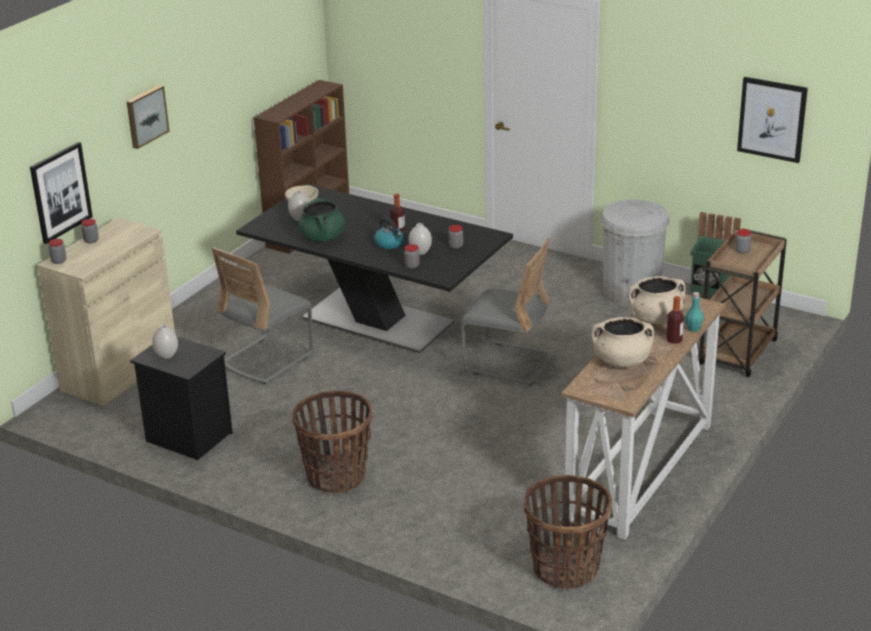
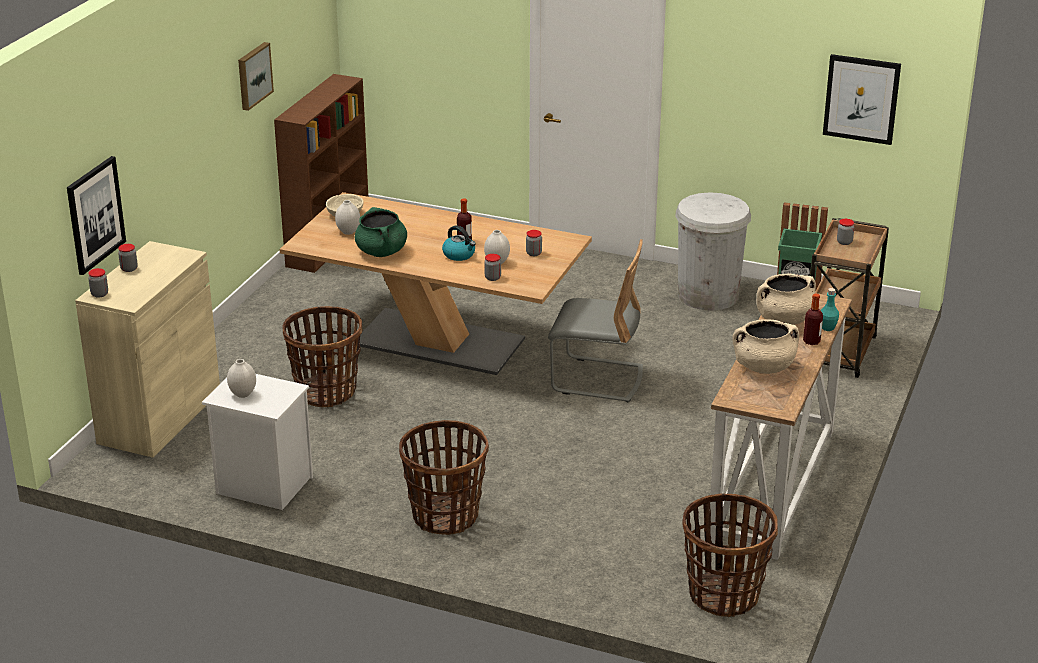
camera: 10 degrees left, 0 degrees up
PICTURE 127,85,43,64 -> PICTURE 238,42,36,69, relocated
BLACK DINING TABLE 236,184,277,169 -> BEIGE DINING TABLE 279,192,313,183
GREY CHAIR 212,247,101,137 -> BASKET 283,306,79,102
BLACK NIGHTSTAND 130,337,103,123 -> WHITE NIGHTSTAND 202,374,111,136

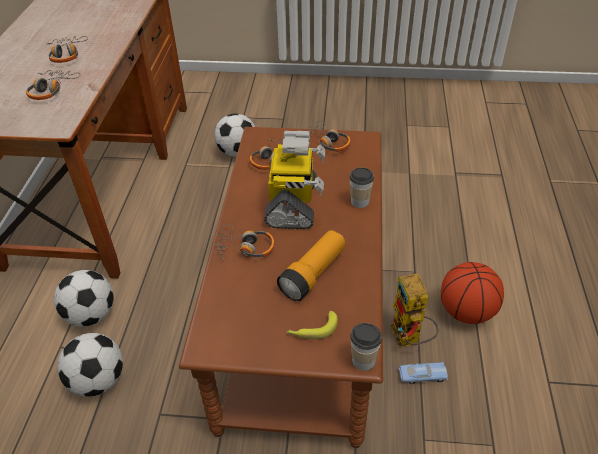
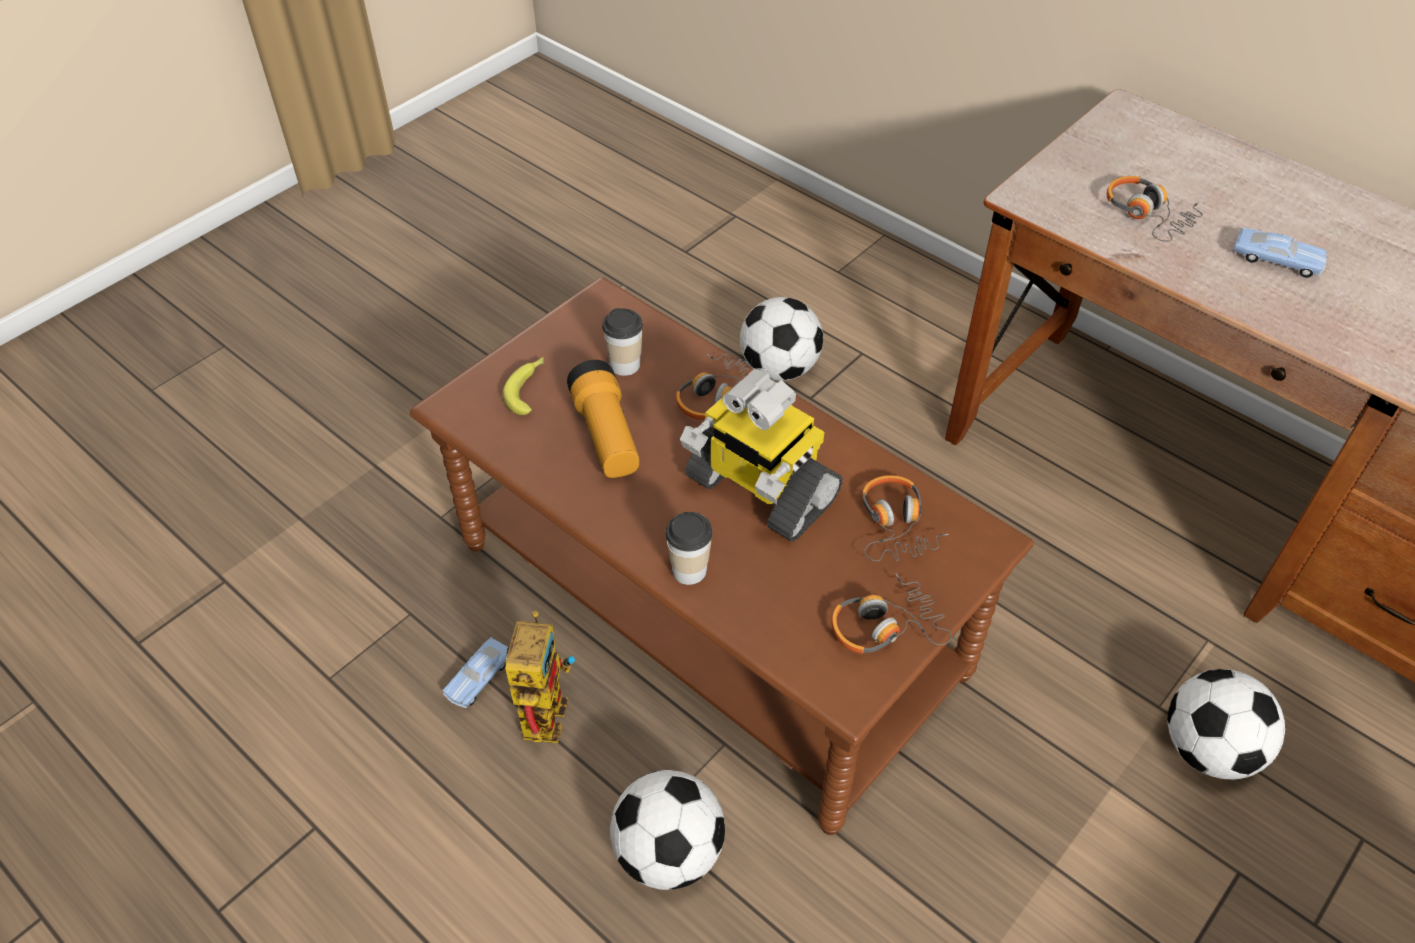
camera: 125 degrees right, 5 degrees up
HEADPHONES 47,36,41,27 -> BLUE TOY CAR 1234,228,93,50
BASKETBALL 441,262,63,62 -> none
FOOTBALL 54,270,60,57 -> FOOTBALL 610,770,115,120, relocated
TOY ROBOT 390,273,49,75 -> TOY ROBOT 506,610,69,133, 75 degrees clockwise
CUP 350,323,32,48 -> CUP 602,308,41,68, relocated

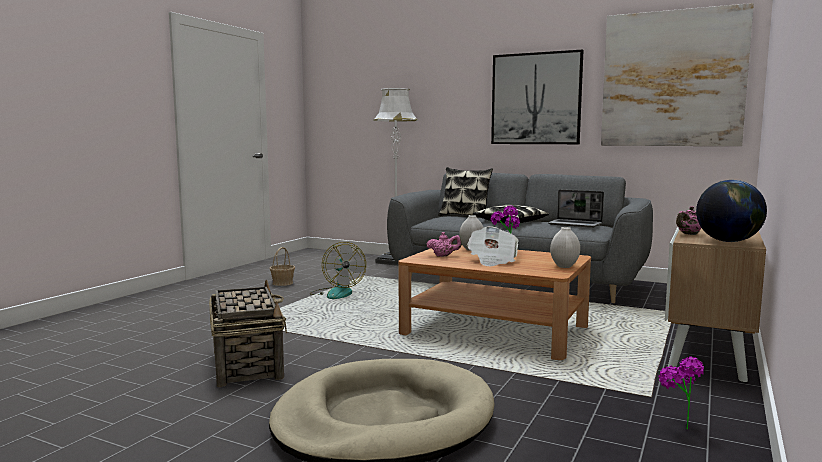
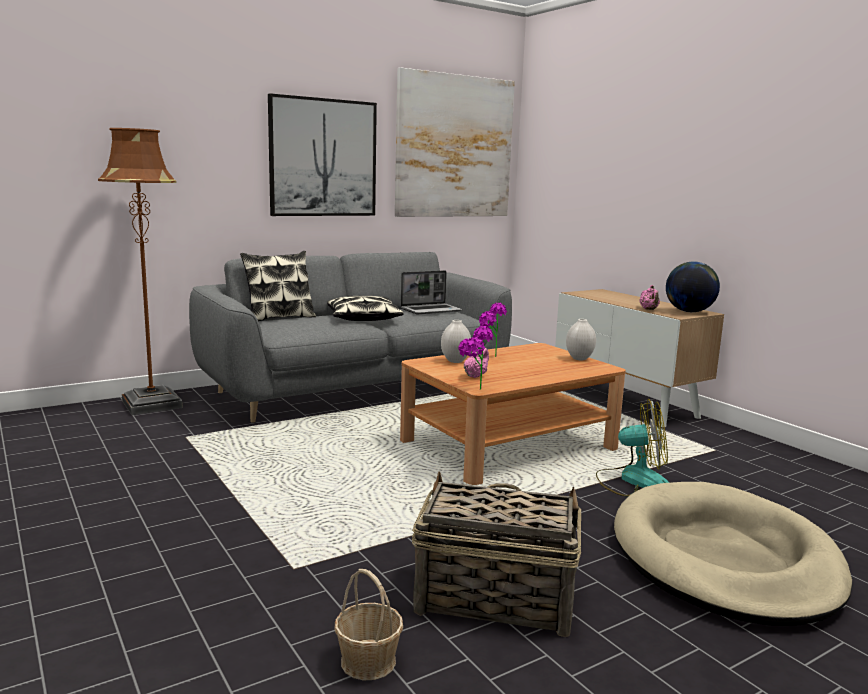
camera: 60 degrees left, 5 degrees up
WHITE FLOOR LAMP 373,88,45,178 -> BROWN FLOOR LAMP 98,128,85,287
NEWSPAPER 467,226,52,40 -> none
FAN 310,242,56,57 -> FAN 596,399,73,97, relocated
BASKET 270,247,25,39 -> BASKET 334,569,69,112, relocated
POTTED PLANT 658,357,46,73 -> POTTED PLANT 458,326,35,64, relocated

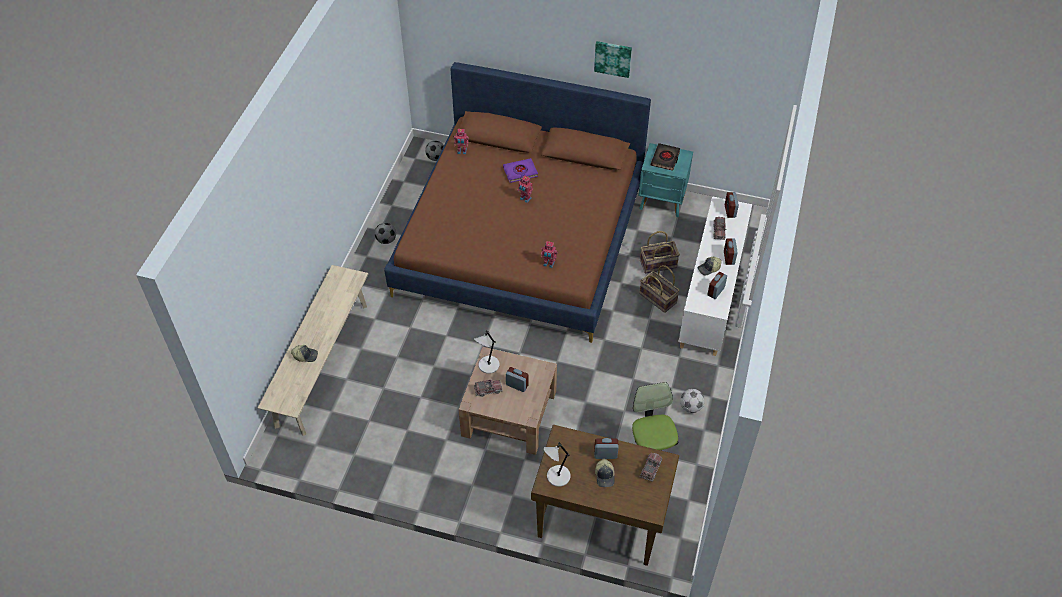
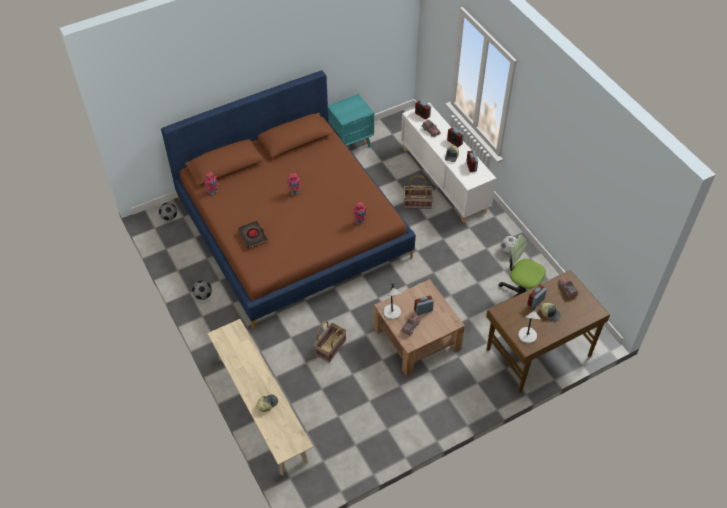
camera: 45 degrees left, 0 degrees up
PICTURE 594,41,38,37 -> none
BLACK BOOK 651,143,29,28 -> BLACK BOOK 238,221,30,28, relocated
PURPLE BOOK 503,158,35,25 -> none
BASKET 640,231,40,43 -> BASKET 314,321,32,42, relocated

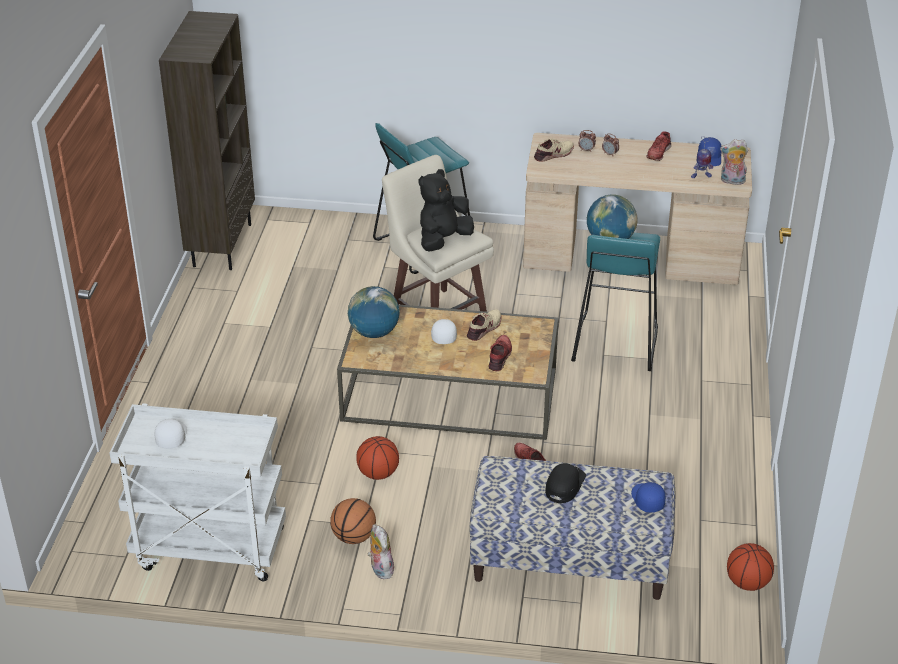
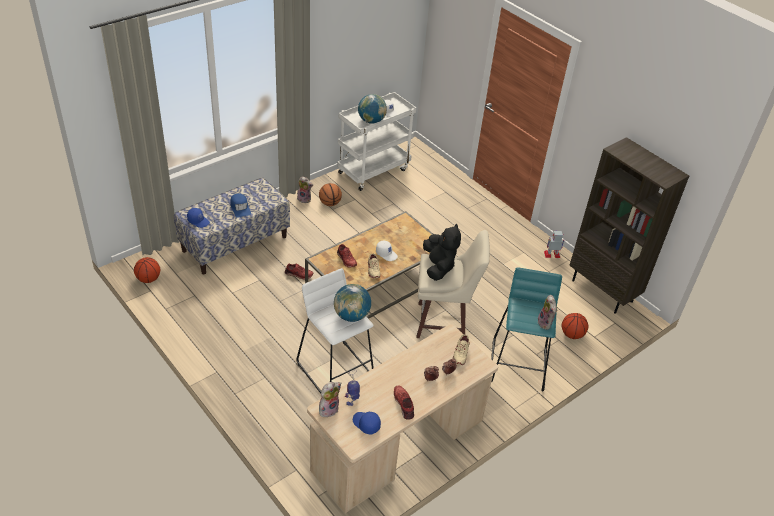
camera: 130 degrees right, 5 degrees up
TURQUOISE STOOL 571,233,89,138 -> WHITE STOOL 296,268,78,125
GLOBE 348,286,52,52 -> GLOBE 358,94,29,30, relocated
BASKETBALL 356,436,43,44 -> BASKETBALL 562,313,26,26, relocated
BLACK CAP 545,463,41,40 -> BLUE CAP 230,193,21,25
none -> TOY ROBOT 544,231,21,27
none -> PLUSH TOY 538,295,19,34

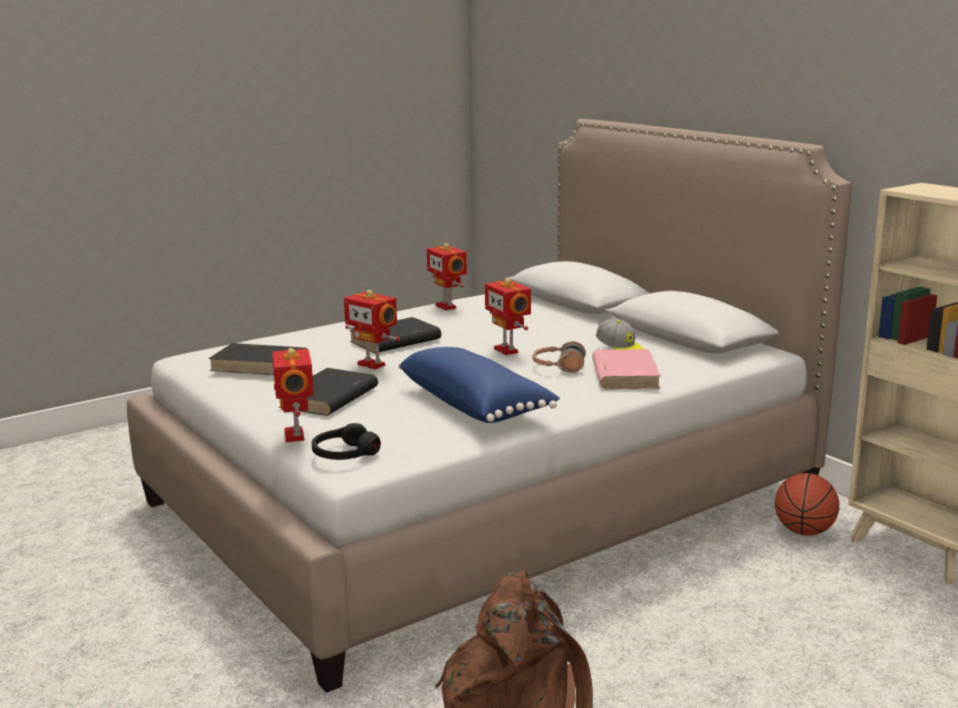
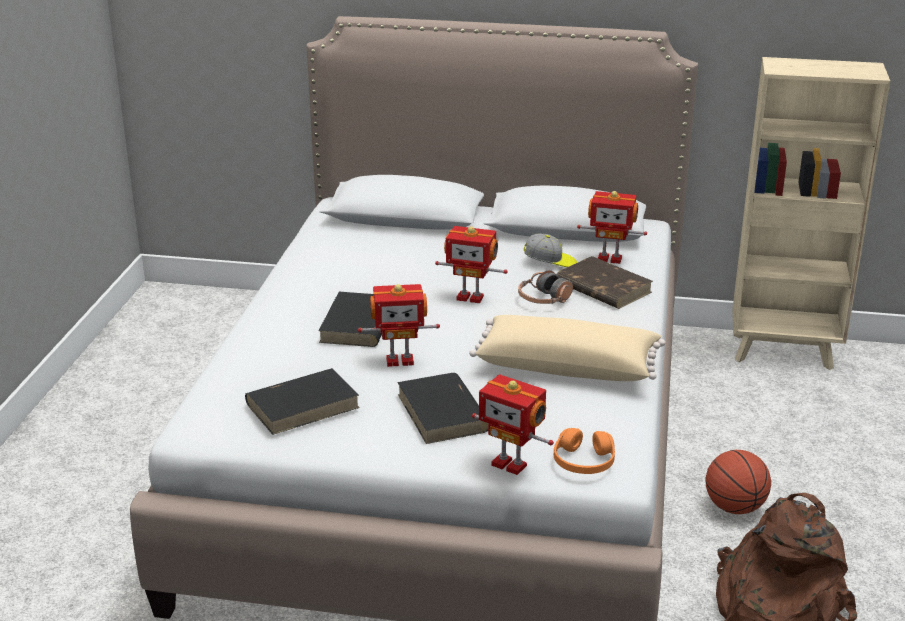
camera: 45 degrees left, 10 degrees up
TOY ROBOT 427,243,40,67 -> TOY ROBOT 577,191,70,73, relocated
BLUE PILLOW 398,347,162,76 -> BEIGE PILLOW 469,315,197,66
PINK BOOK 592,349,69,40 -> BROWN BOOK 557,256,96,53
BLACK HEADPHONES 312,423,69,37 -> ORANGE HEADPHONES 554,428,61,46
BASKETBALL 775,473,64,63 -> BASKETBALL 706,450,65,64, relocated

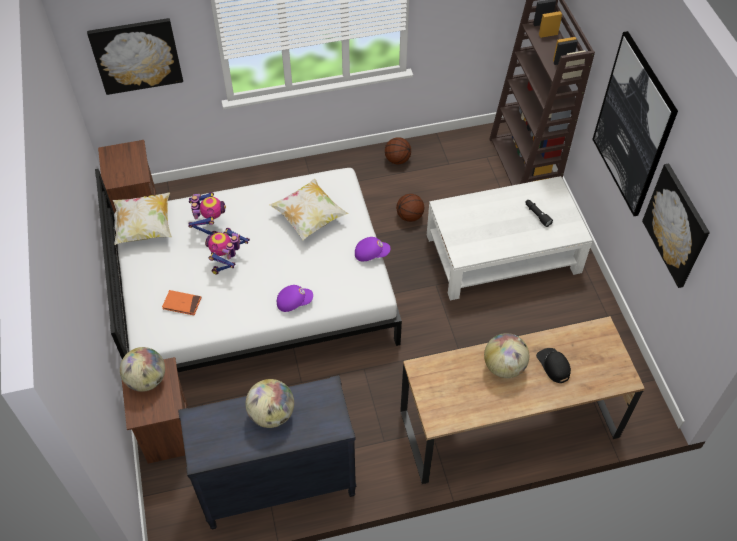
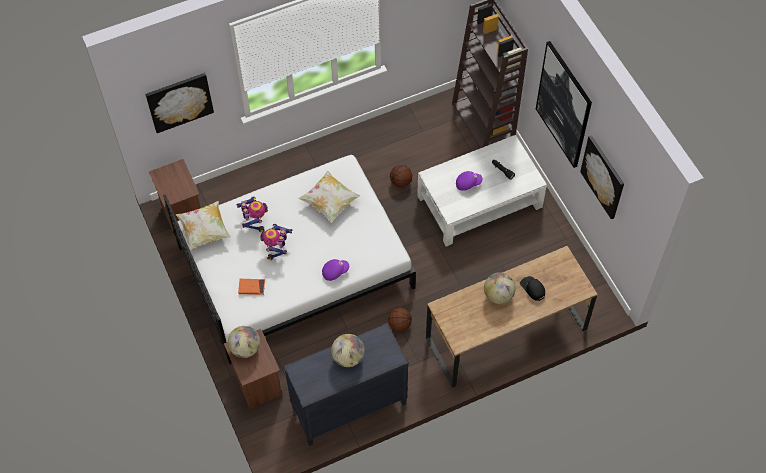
camera: 10 degrees left, 5 degrees up
BASKETBALL 385,137,26,27 -> BASKETBALL 388,307,24,25, relocated
PURPLE CAP 355,237,35,24 -> PURPLE CAP 456,171,27,20, relocated

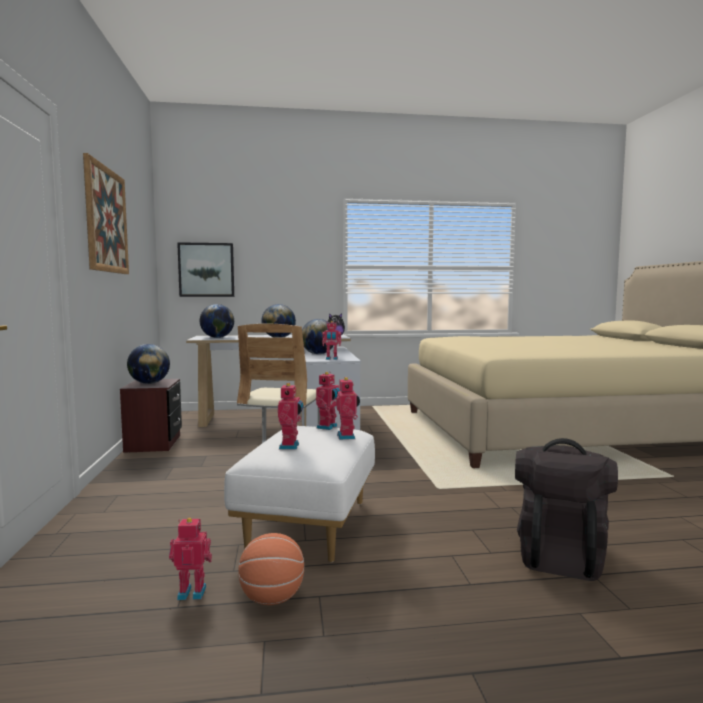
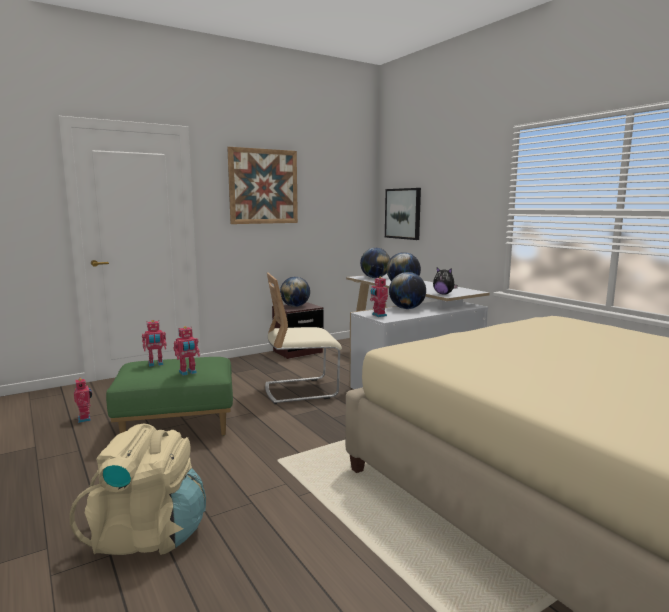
camera: 65 degrees right, 5 degrees up
TOY ROBOT 316,372,24,58 -> none
WHITE OTTOMAN 224,426,151,136 -> GREEN OTTOMAN 106,357,127,79
BLACK BACKPACK 515,438,103,143 -> BEIGE BACKPACK 69,424,137,131
BASKETBALL 238,533,66,72 -> none

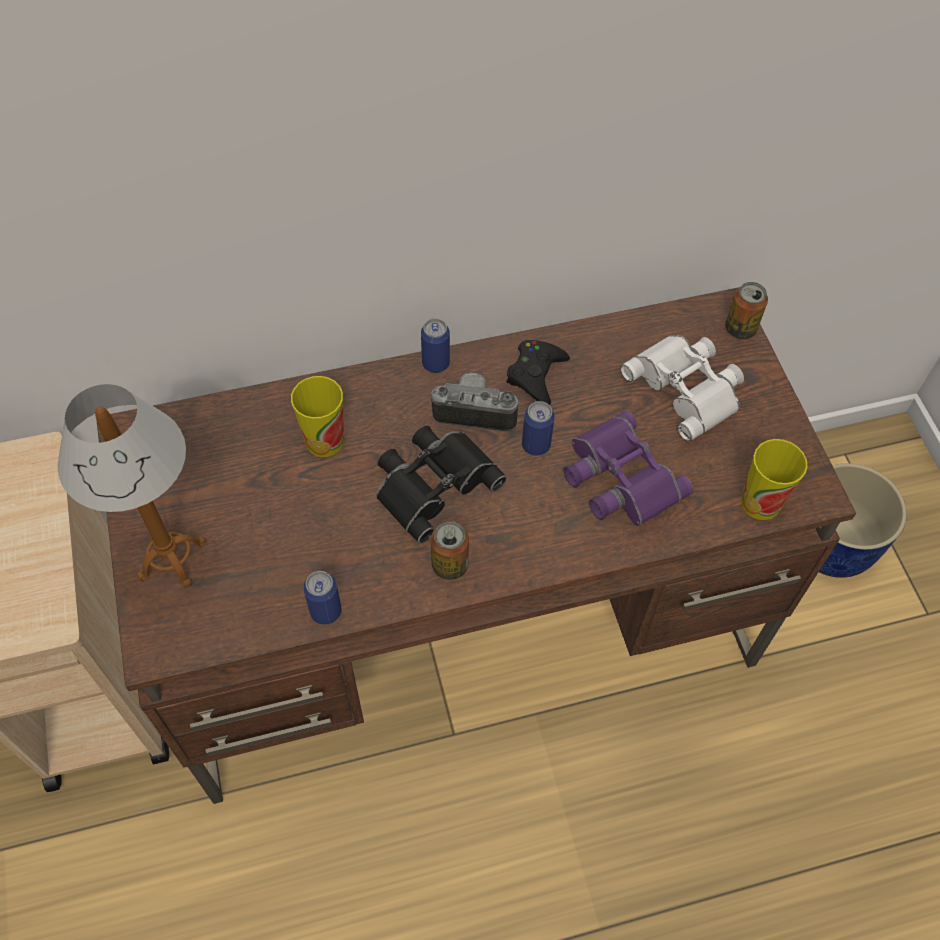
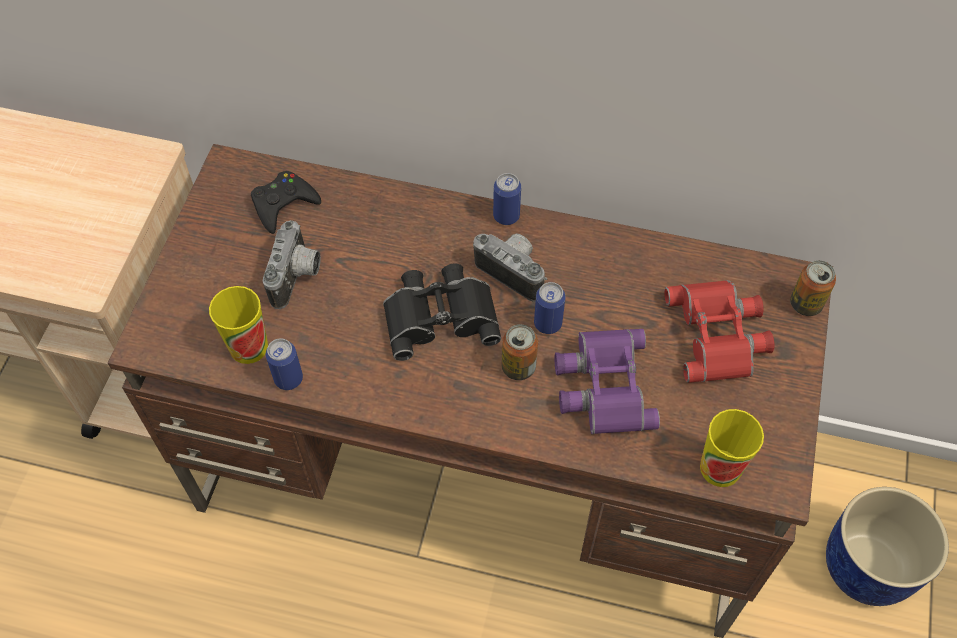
camera: 30 degrees right, 0 degrees up
WHITE BINOCULARS 621,335,123,106 -> RED BINOCULARS 664,280,110,103
BLACK GAME CONTROLLER 506,340,64,65 -> BLACK GAME CONTROLLER 251,171,70,63, relocated
CUP 291,376,53,81 -> CUP 209,286,59,78, relocated
TABLE LAMP 57,384,149,203 -> none
CAN 431,521,38,59 -> CAN 501,324,37,56, relocated
none -> PHOTO CAMERA 263,220,58,89

